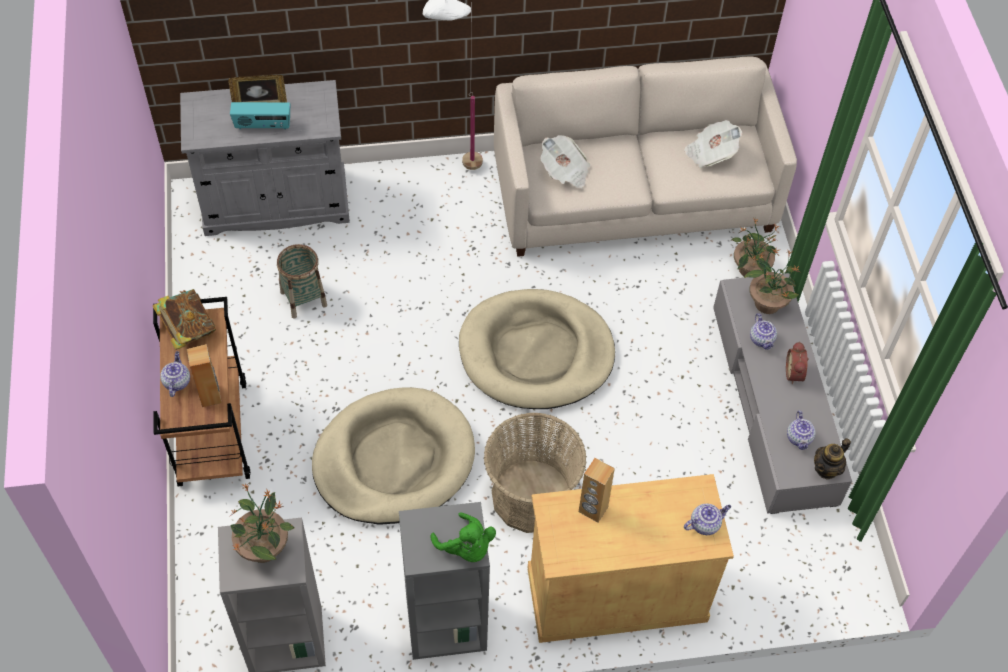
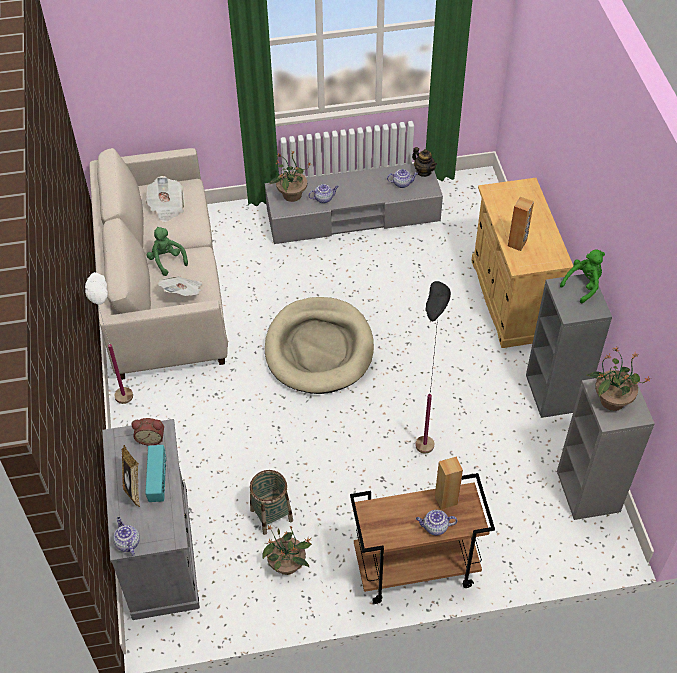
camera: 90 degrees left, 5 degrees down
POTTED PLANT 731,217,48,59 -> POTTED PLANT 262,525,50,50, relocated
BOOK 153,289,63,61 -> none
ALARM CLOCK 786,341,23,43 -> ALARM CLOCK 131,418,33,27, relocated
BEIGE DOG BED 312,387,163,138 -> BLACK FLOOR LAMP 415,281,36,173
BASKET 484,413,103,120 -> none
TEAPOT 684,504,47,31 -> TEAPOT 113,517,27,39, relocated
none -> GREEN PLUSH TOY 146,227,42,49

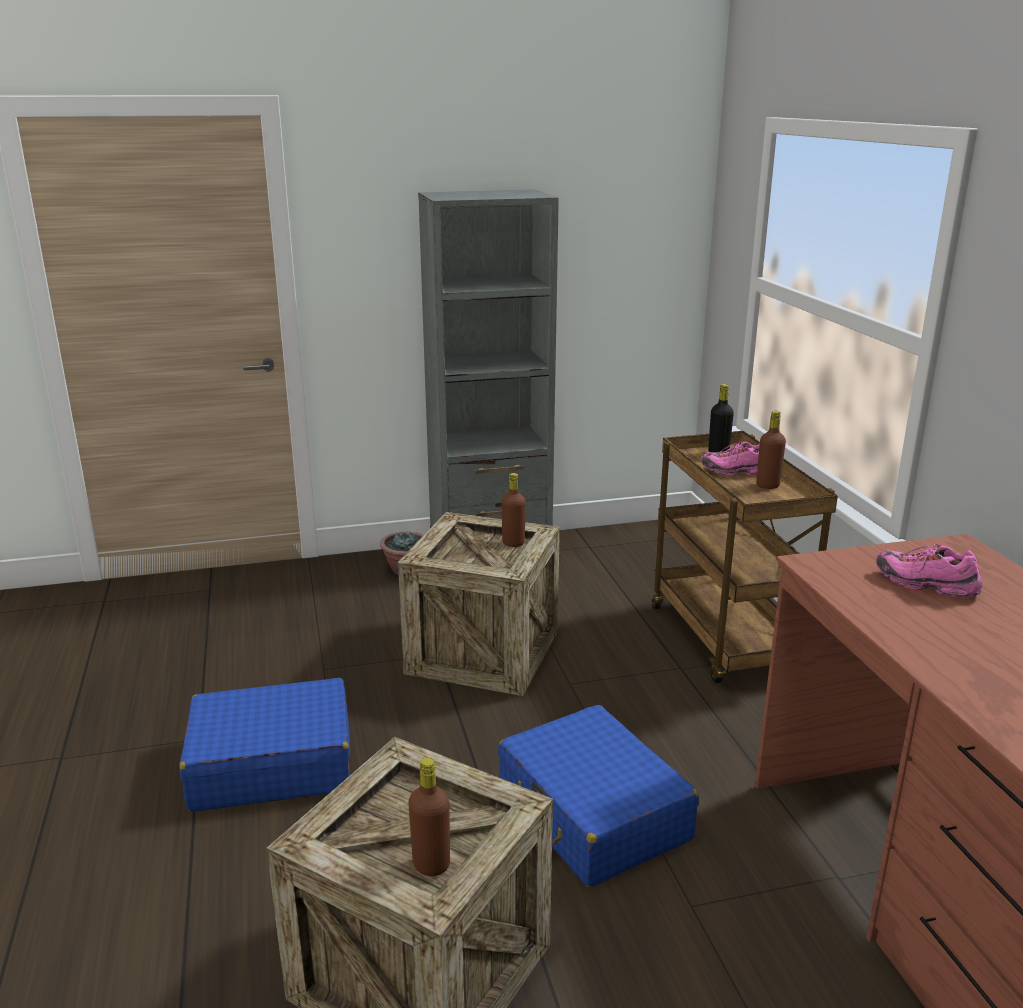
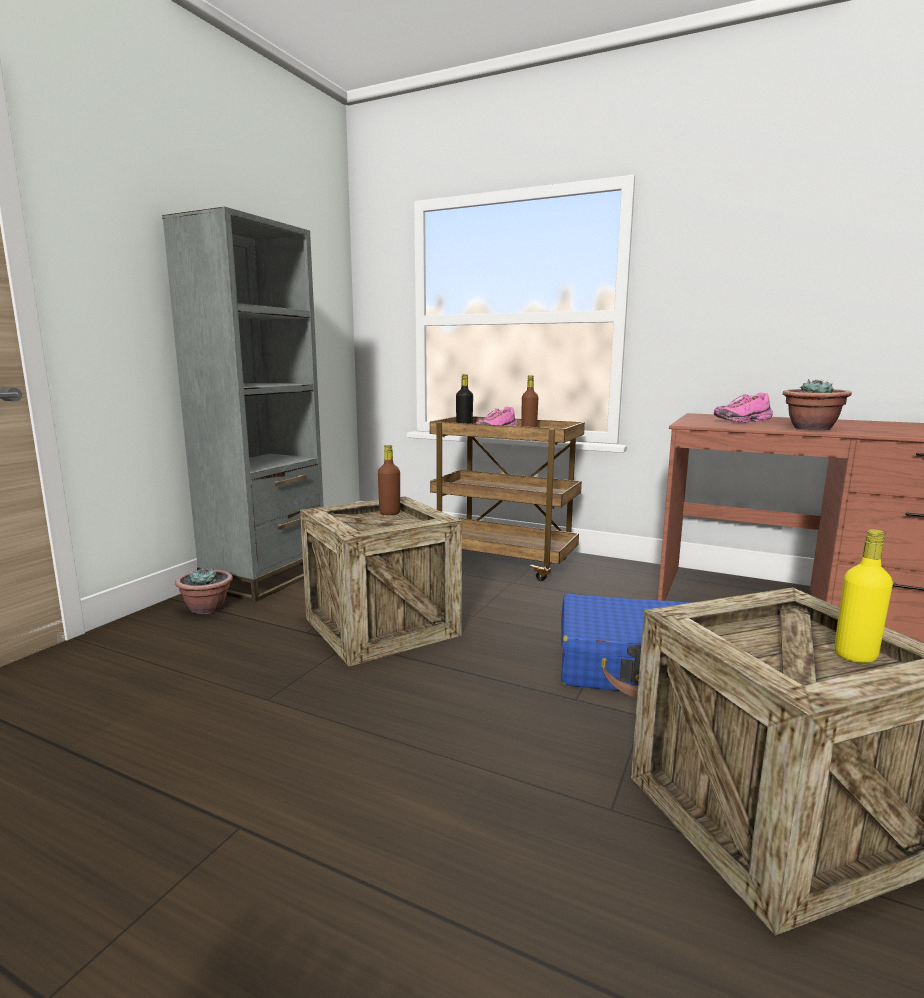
camera: 50 degrees left, 10 degrees down
BLUE SUITCASE 179,678,171,134 -> none
BROWN BOTTLE 408,758,42,118 -> YELLOW BOTTLE 835,529,58,134
none -> POTTED PLANT 783,379,69,51

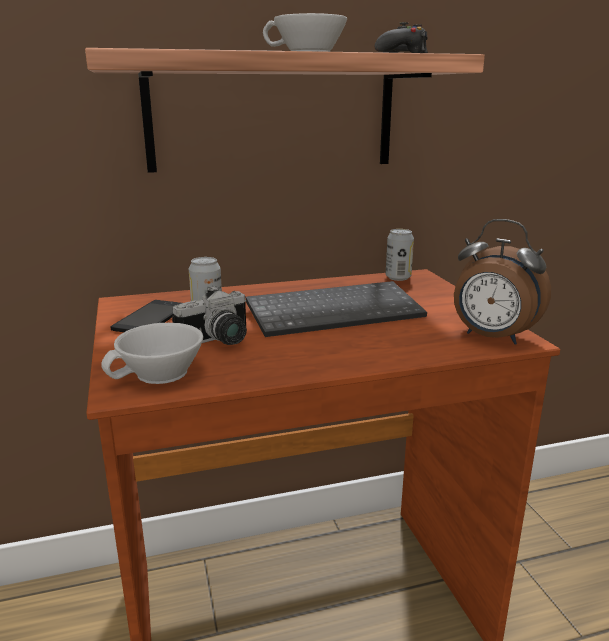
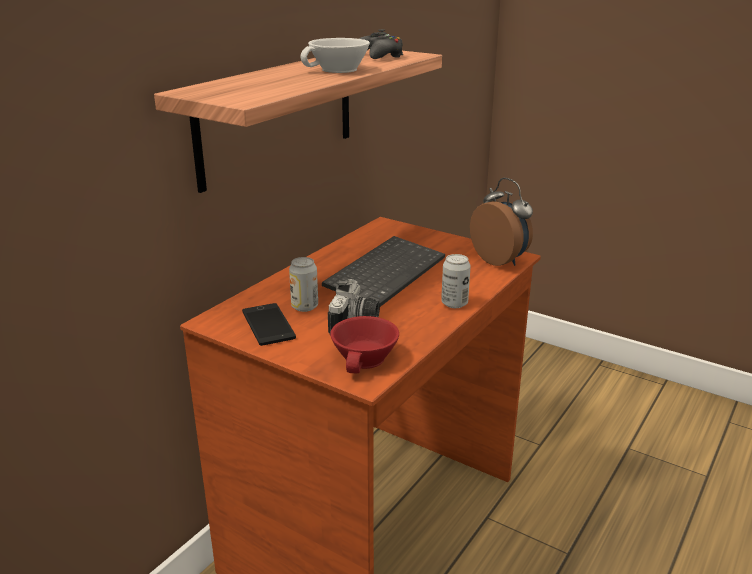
camera: 40 degrees left, 5 degrees up
ALARM CLOCK 454,219,97,125 -> ALARM CLOCK 470,178,63,88, 120 degrees counterclockwise
CAN 386,229,28,52 -> CAN 441,254,30,54, relocated
WHITE CUP 101,323,102,61 -> RED CUP 330,316,69,57

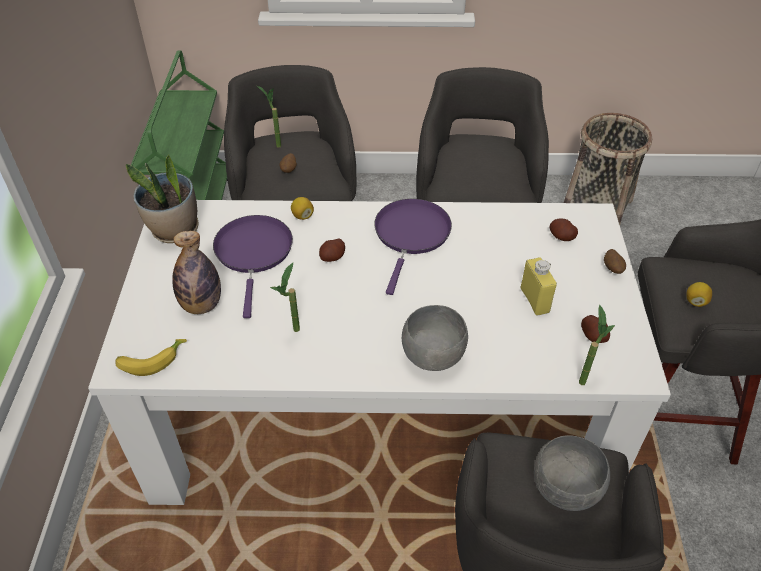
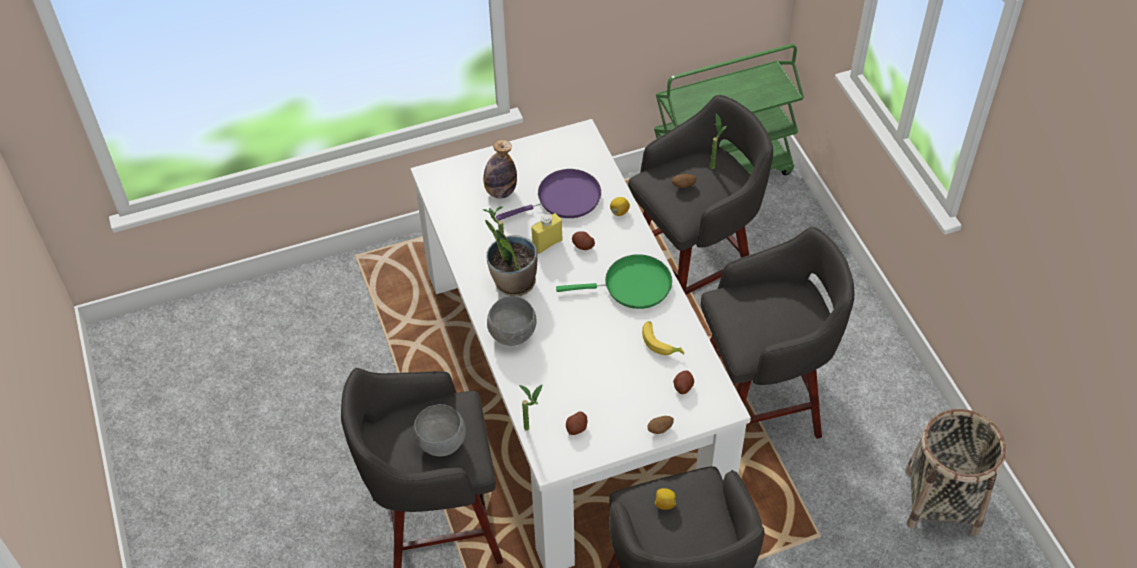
camera: 70 degrees right, 5 degrees up
POTTED PLANT 126,154,73,89 -> POTTED PLANT 485,220,52,76, relocated
PURPLE FRYING PAN 374,199,78,96 -> GREEN FRYING PAN 556,254,116,55
YELLOW BOTTLE 521,258,36,58 -> YELLOW BOTTLE 531,213,32,41, relocated
BANANA 116,339,71,37 -> BANANA 642,322,42,33, relocated

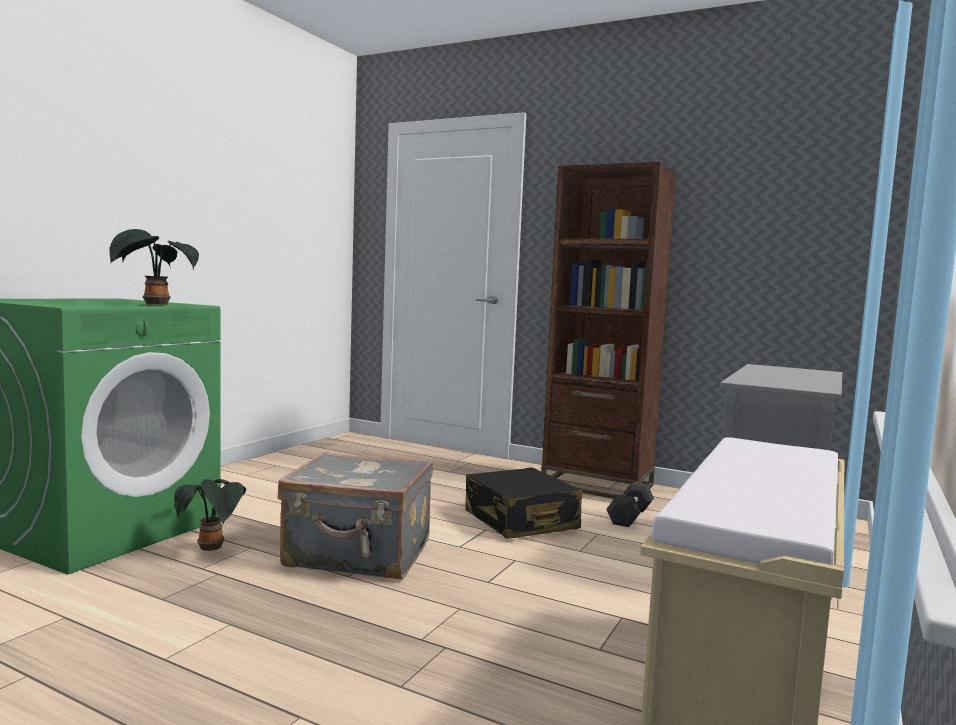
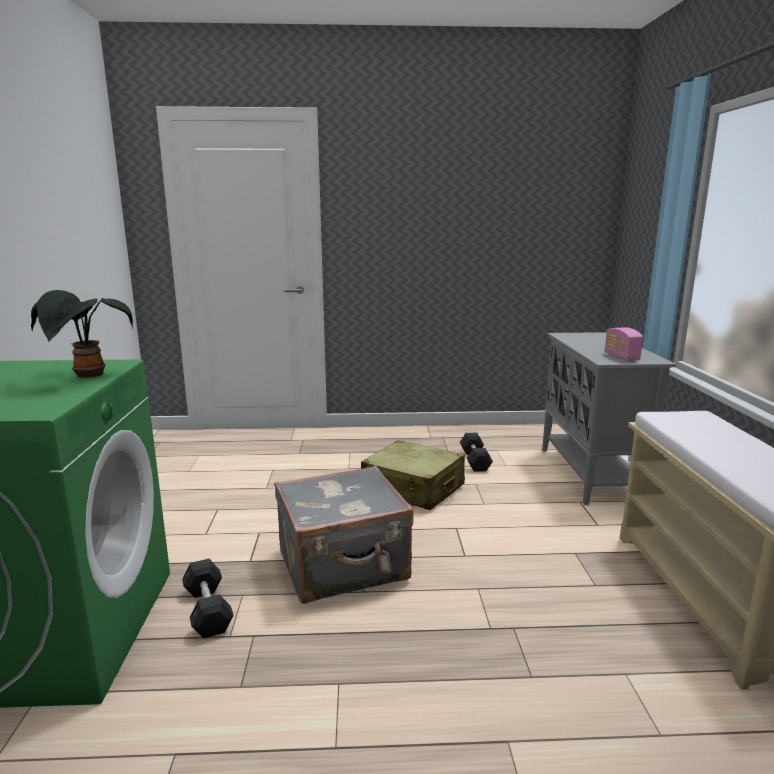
camera: 30 degrees left, 10 degrees up
BROWN BOOKCASE 541,162,135,337 -> none
BLACK SUITCASE 465,467,117,72 -> BEIGE SUITCASE 361,440,104,70
POTTED PLANT 174,479,72,72 -> GREY DUMBBELL 182,559,51,79
none -> RADIO 605,327,38,34

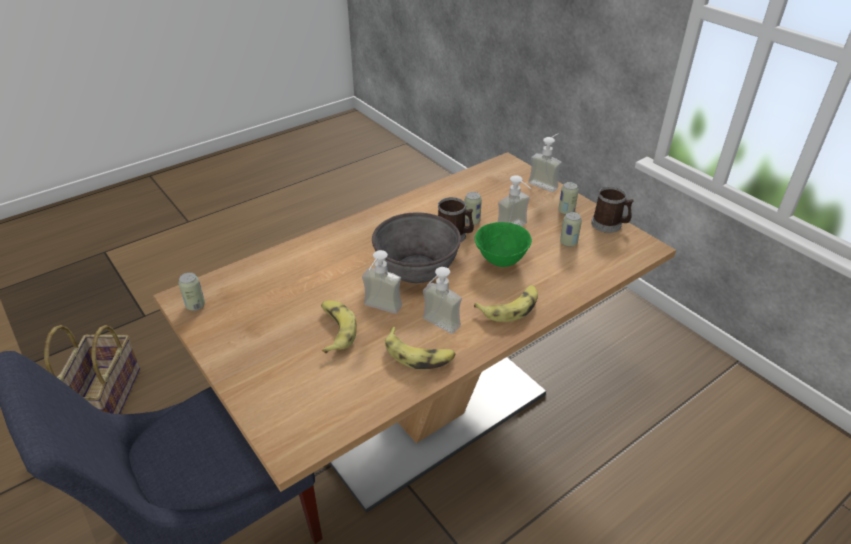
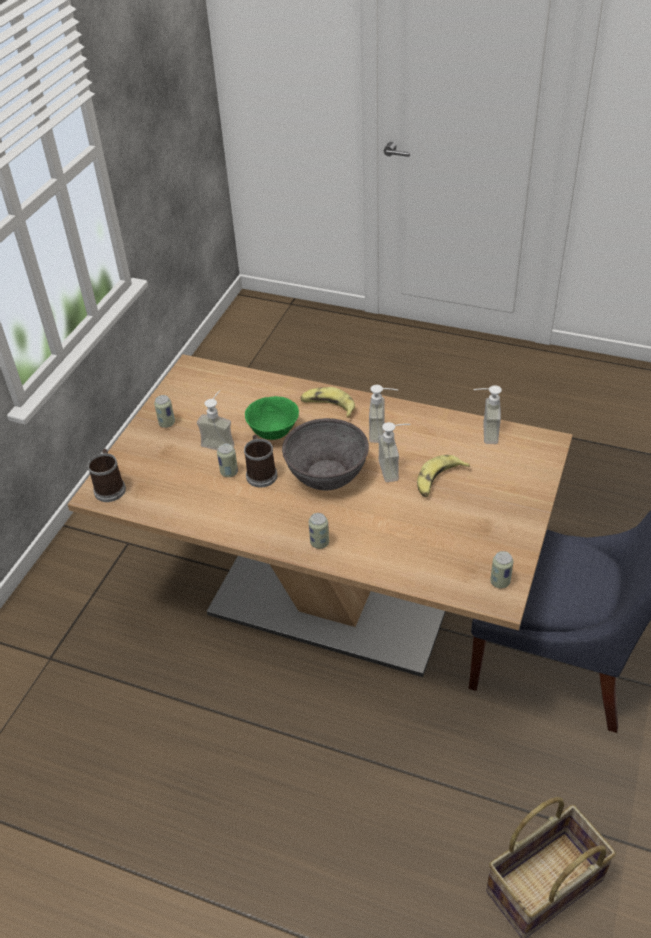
camera: 120 degrees left, 5 degrees up
SOAP DISPENSER 528,133,34,59 -> SOAP DISPENSER 473,385,29,59, relocated
MUG 591,187,43,46 -> MUG 87,449,39,53, relocated
CAN 560,212,22,35 -> CAN 309,513,20,36, relocated
BANANA 385,327,71,42 -> none

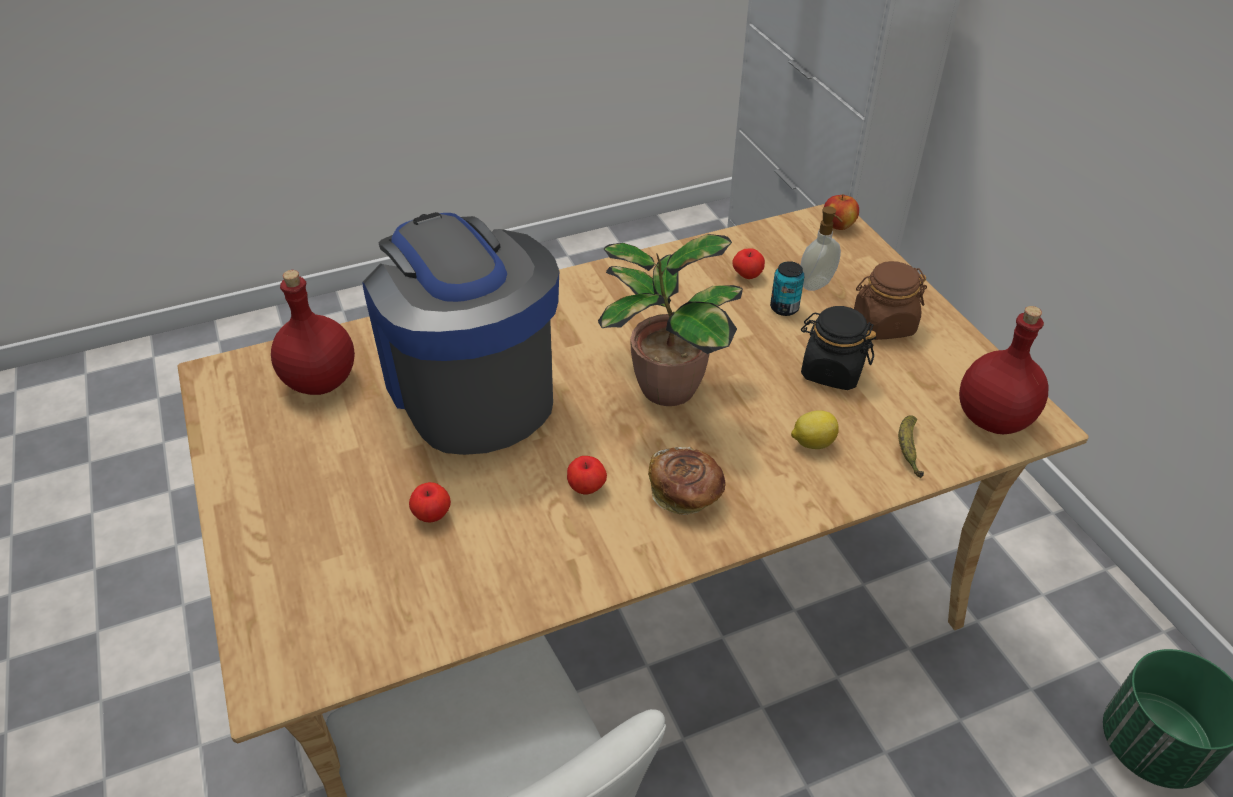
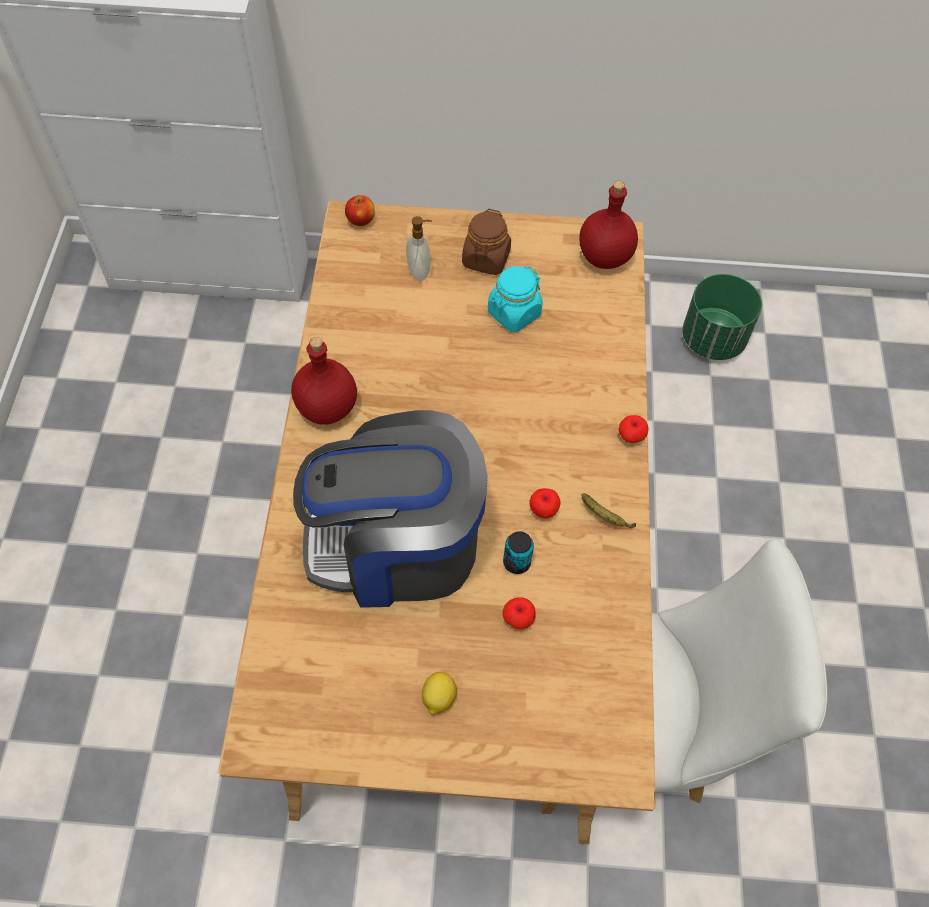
camera: 65 degrees left, 15 degrees up
POTTED PLANT 598,234,145,172 -> none
APPLE 732,248,33,31 -> APPLE 619,415,29,28, relocated
CAN 770,261,35,55 -> CAN 503,531,31,43, relocated
RED BOTTLE 271,270,84,125 -> RED BOTTLE 291,337,66,88, relocated
BLACK JAR 801,306,75,84 -> TURQUOISE JAR 488,266,54,66
LEMON 791,410,48,39 -> LEMON 422,672,35,43, relocated
BANANA 898,415,26,63 -> BANANA 582,493,54,35, relocated
BREAD 648,447,78,68 -> none

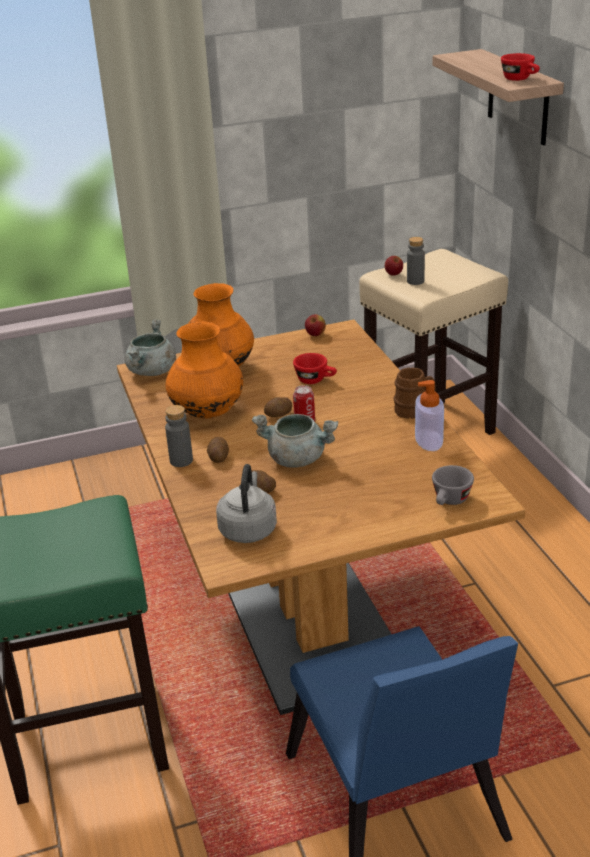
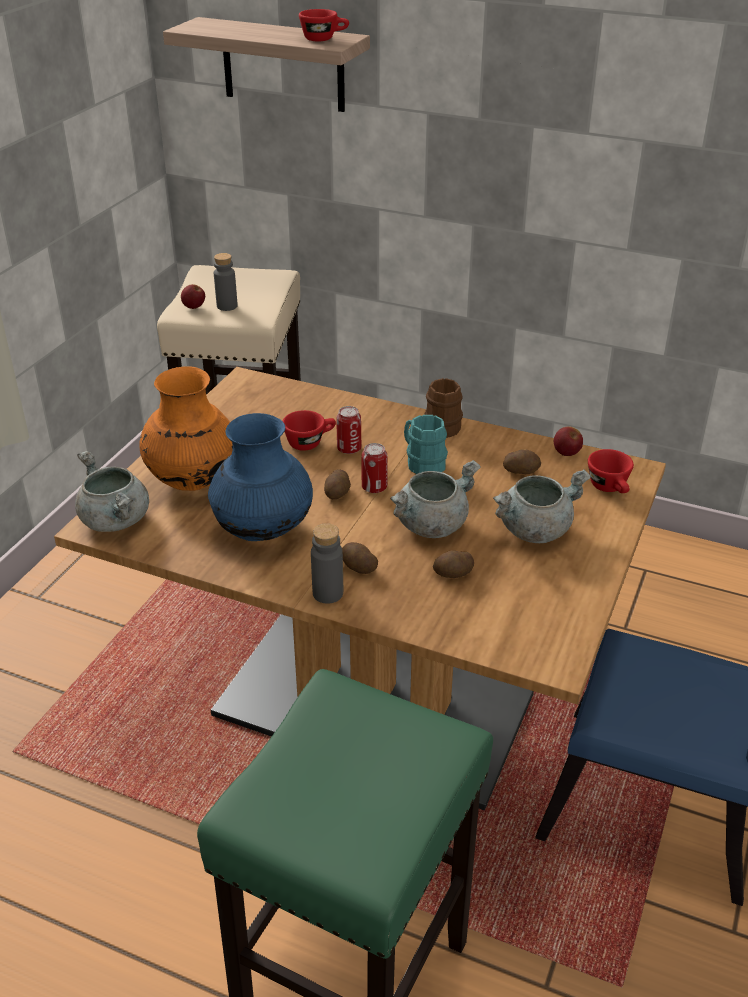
camera: 50 degrees left, 5 degrees up
APPLE 305,314,21,22 -> APPLE 554,426,29,30, relocated
ORANGE VASE 166,321,77,98 -> BLUE VASE 208,413,105,128
SOAP DISPENSER 415,380,29,71 -> none
GREY KETTLE 216,464,61,79 -> none
GREY CUP 432,465,42,40 -> RED CUP 588,449,46,44
none -> CAN 336,406,25,48
none -> TURQUOISE MUG 404,415,44,59
none -> POTATO 503,449,38,25
none -> GREY COOKING POT 493,469,98,74

